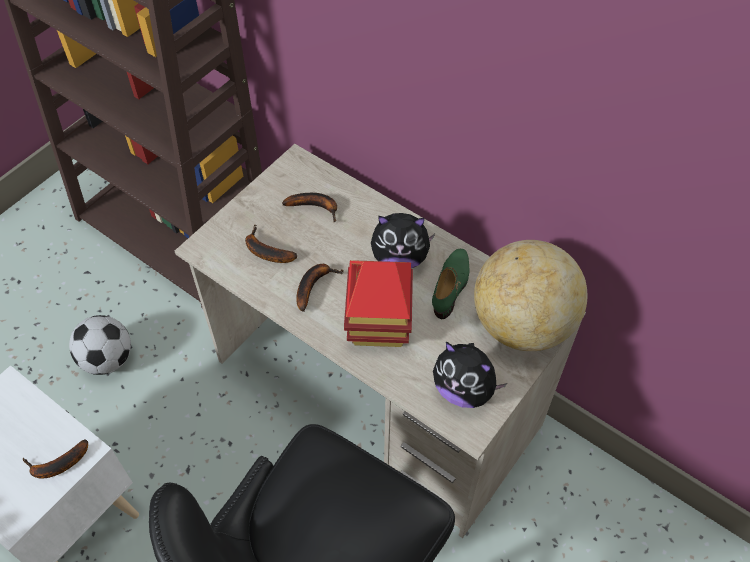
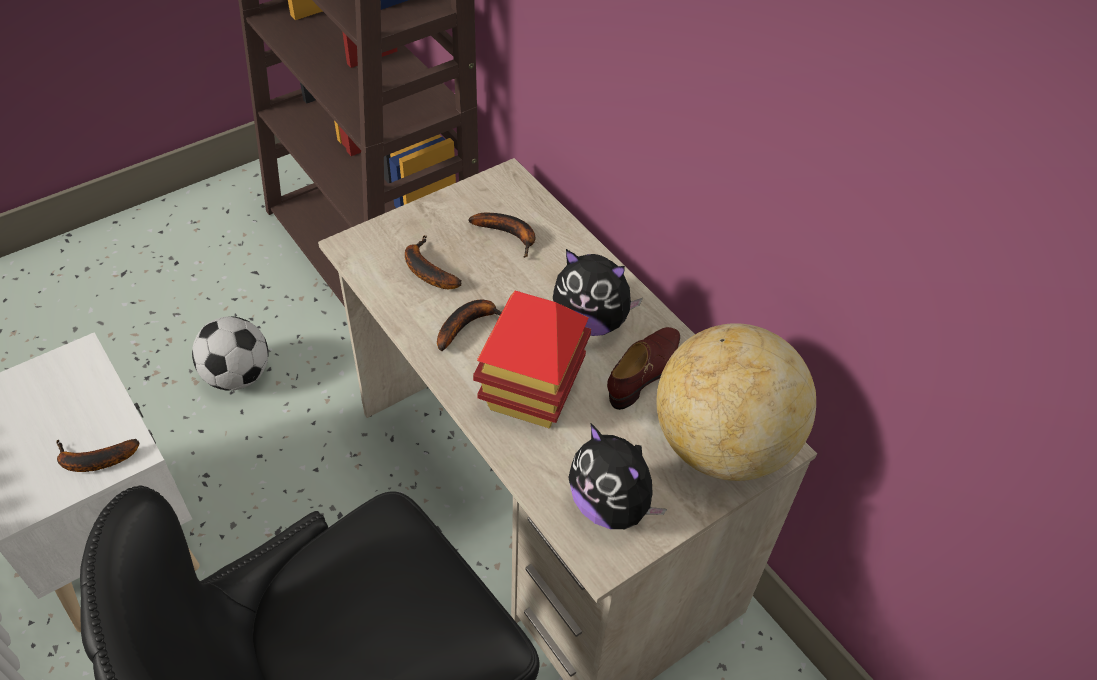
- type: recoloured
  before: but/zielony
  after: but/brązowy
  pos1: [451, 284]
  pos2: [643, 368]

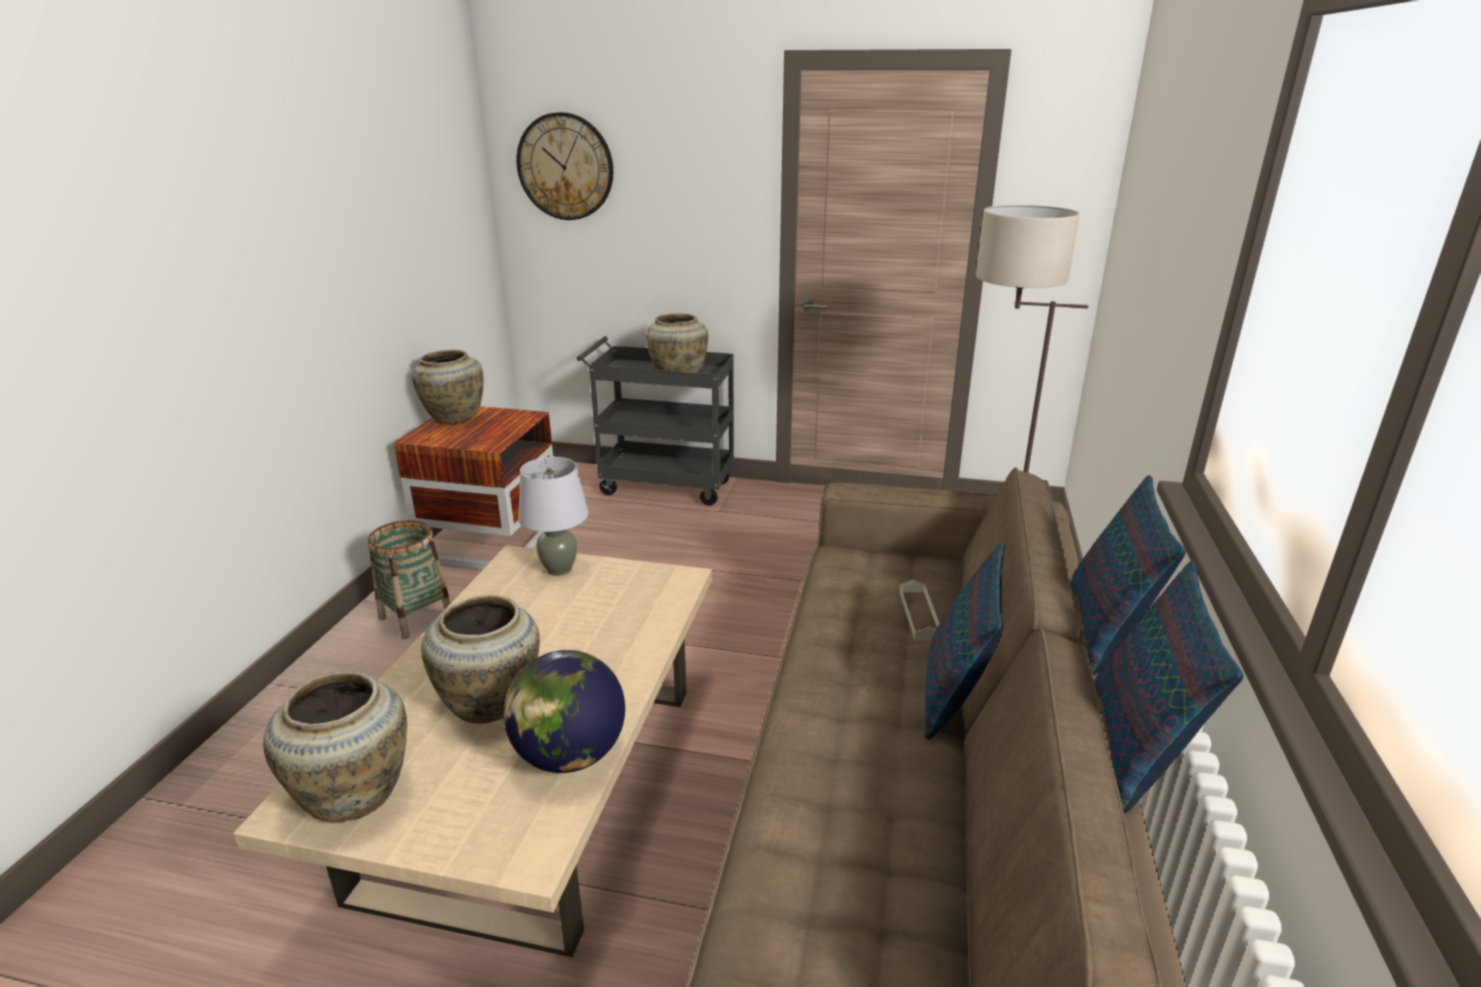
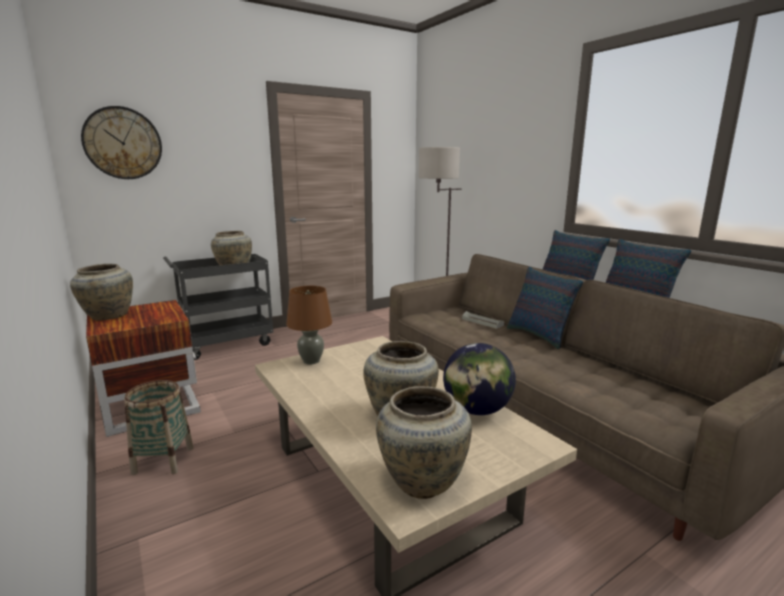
- type: recoloured
  before: lampa stołowa/szary
  after: lampa stołowa/brązowy
  pos1: [553, 516]
  pos2: [309, 325]

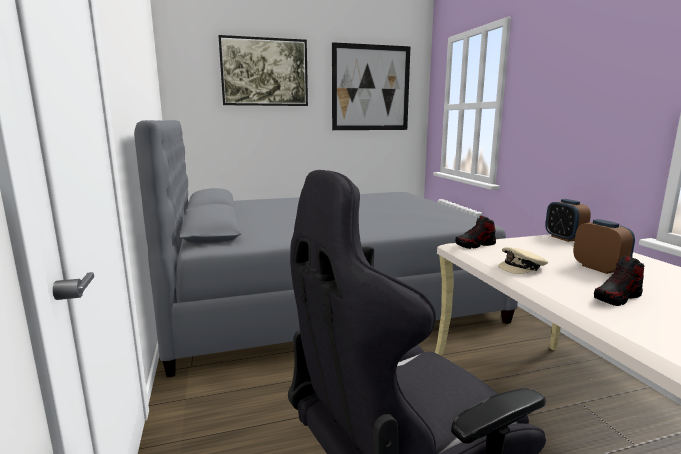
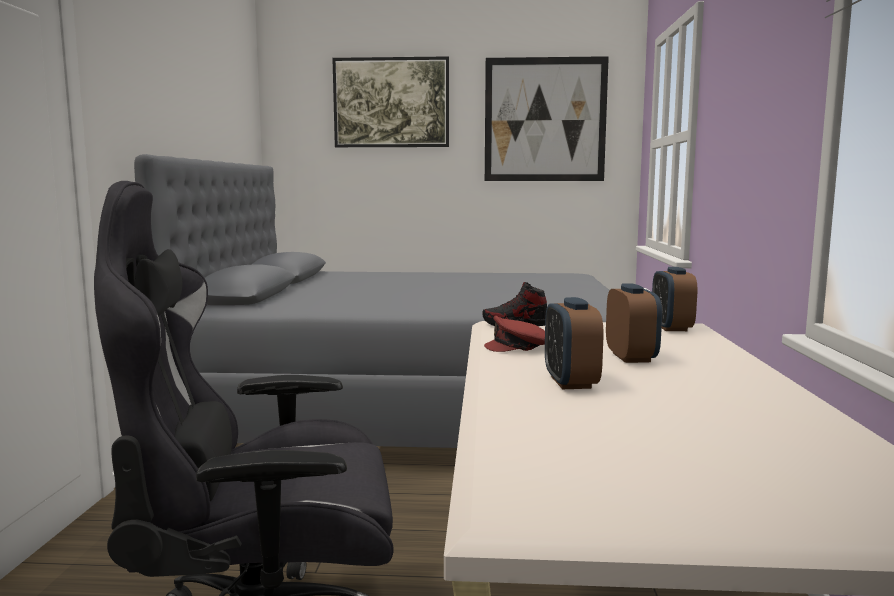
- type: replaced
  before: but
  after: budzik
  pos1: [619, 280]
  pos2: [574, 343]
- type: recoloured
  before: czapka z daszkiem/beżowy
  after: czapka z daszkiem/czerwony
  pos1: [523, 260]
  pos2: [514, 334]

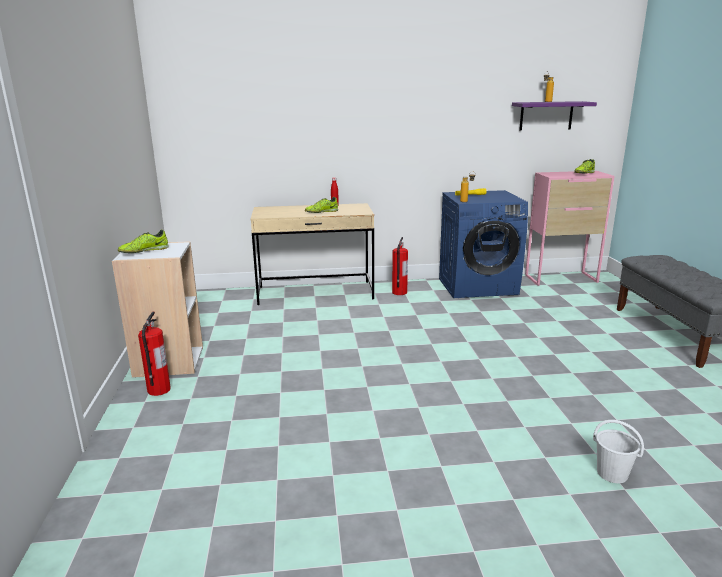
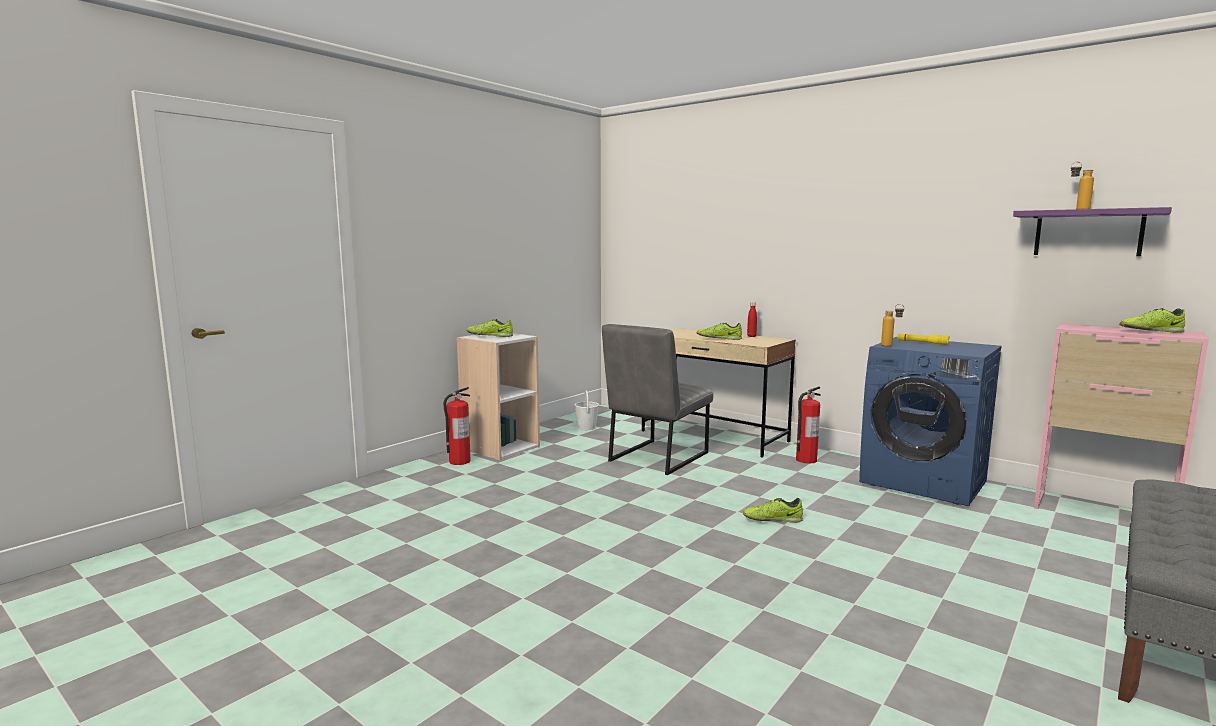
- type: added
  after: krzesło/szary
  pos2: [657, 399]
- type: added
  after: but
  pos2: [773, 510]
- type: moved
  before: wiadro/biały
  pos1: [618, 451]
  pos2: [586, 410]

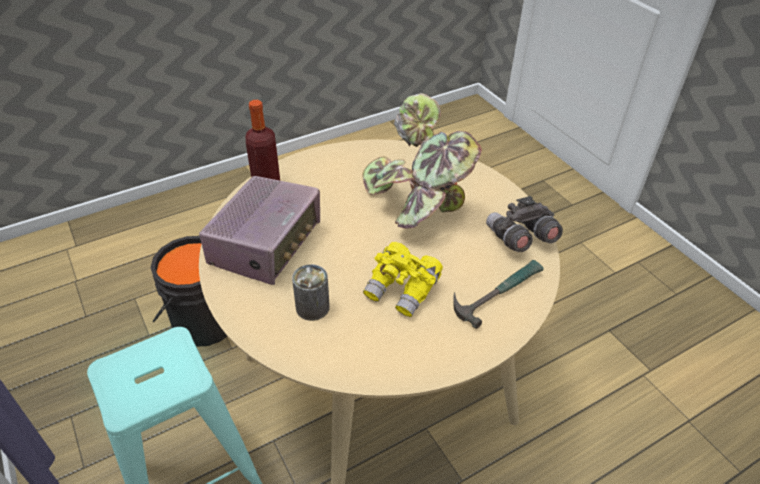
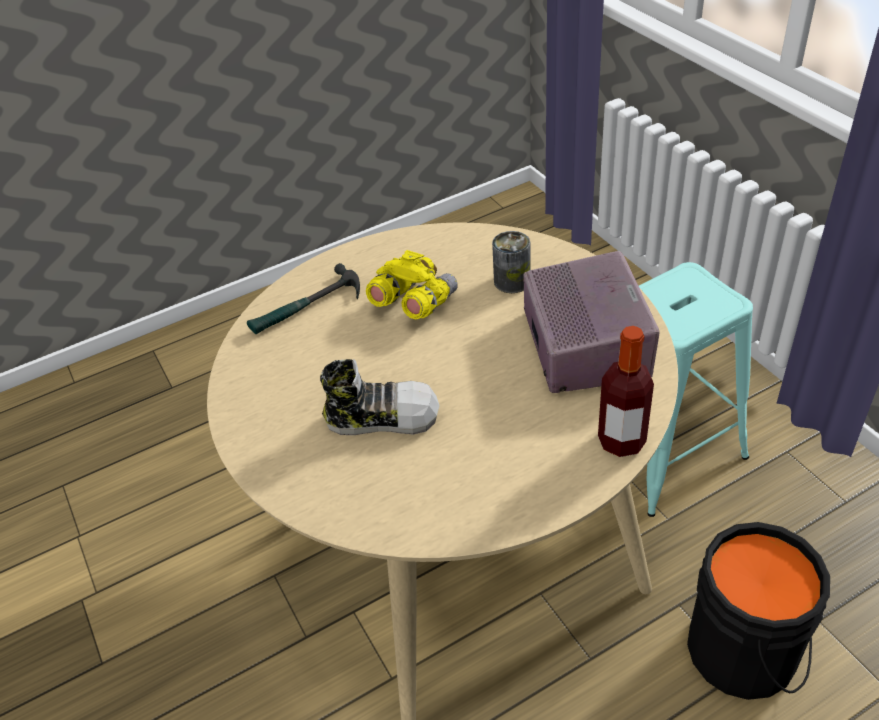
- type: removed
  before: lornetka/szary
  pos1: [524, 224]
- type: replaced
  before: roślina doniczkowa
  after: but
  pos1: [422, 161]
  pos2: [380, 397]
- type: turned
  before: radio
  pos1: [259, 230]
  pos2: [591, 322]
  turn: 150

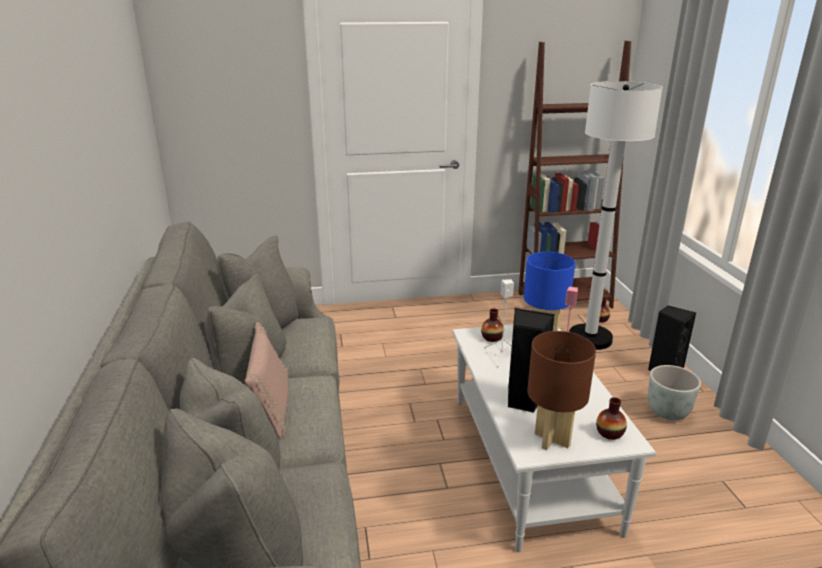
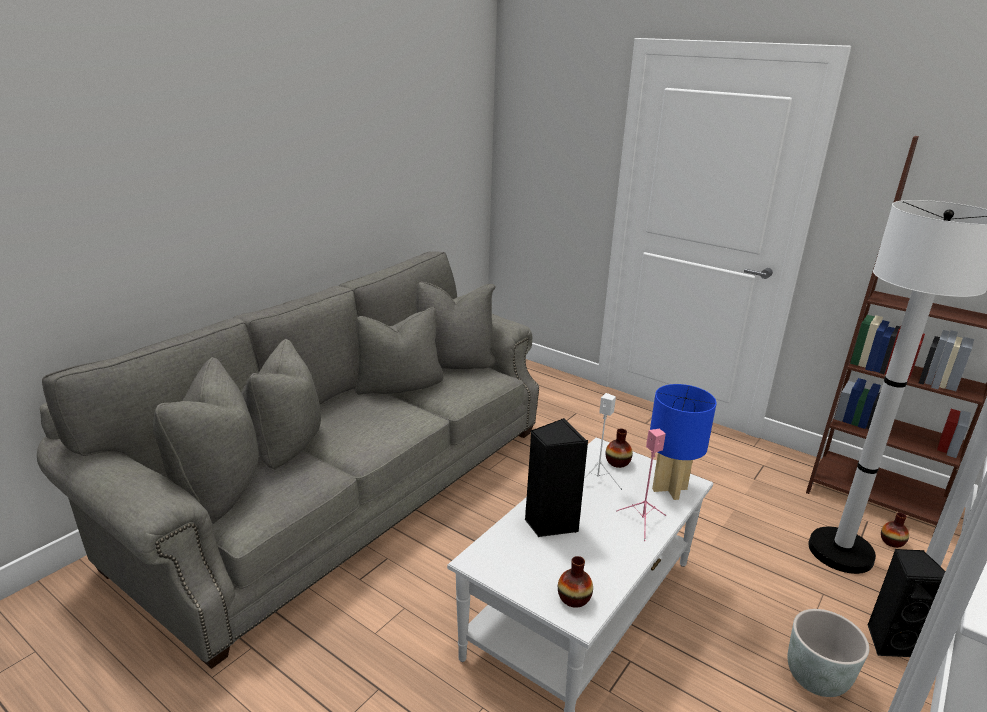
- type: removed
  before: poduszka/beżowy
  pos1: [267, 380]
- type: removed
  before: lampa stołowa/brązowy
  pos1: [561, 390]

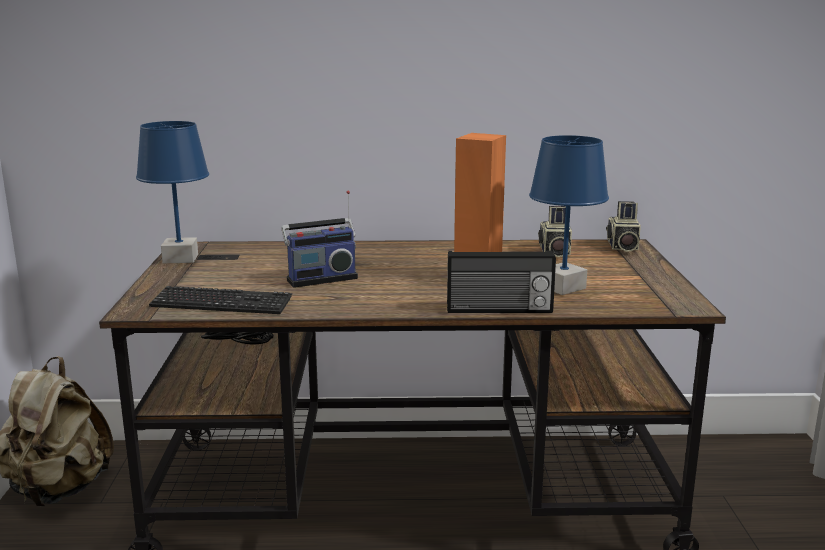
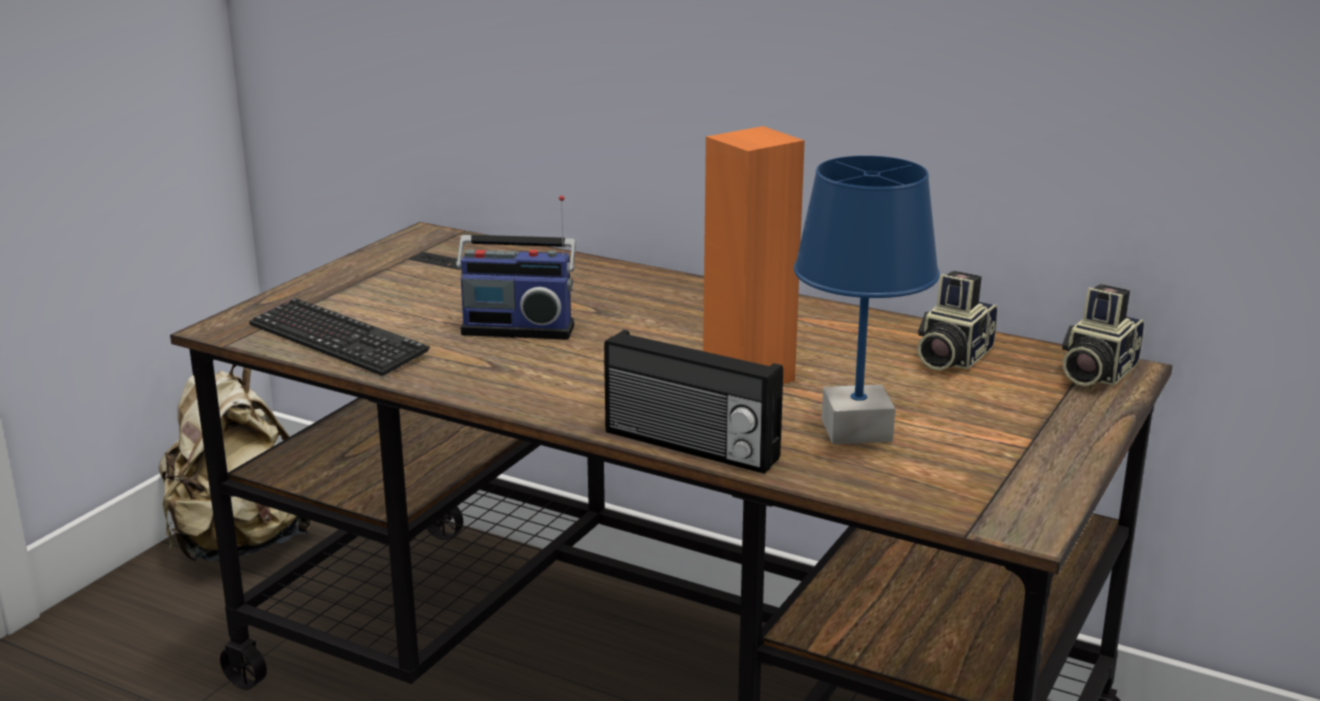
- type: removed
  before: lampa stołowa/niebieski
  pos1: [172, 192]

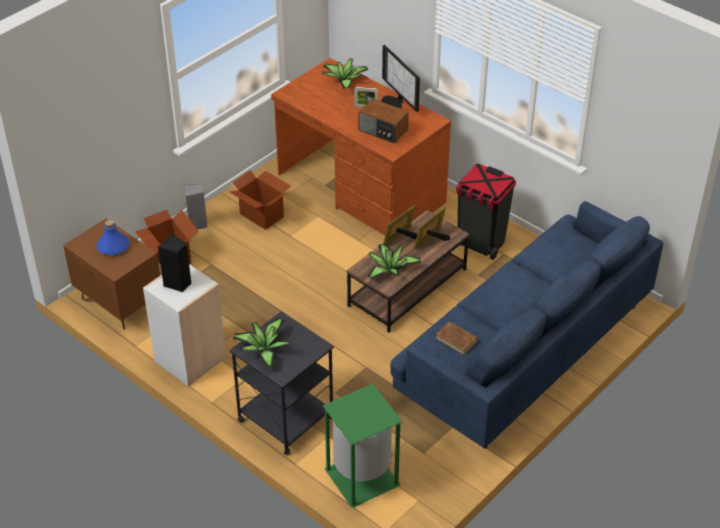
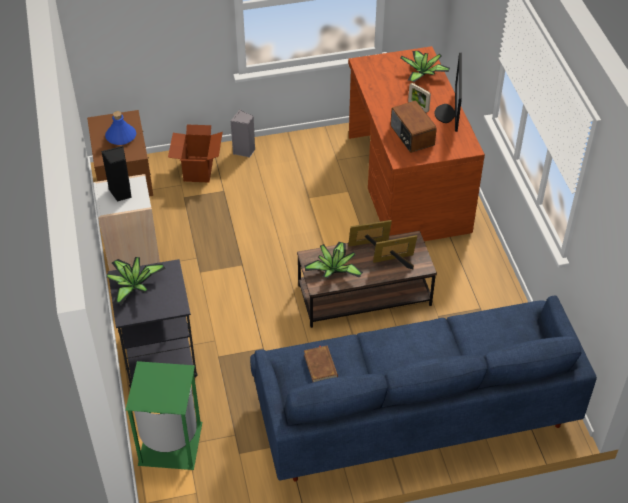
- type: removed
  before: karton
  pos1: [260, 200]
- type: removed
  before: kosz na śmieci/czarny
  pos1: [486, 212]

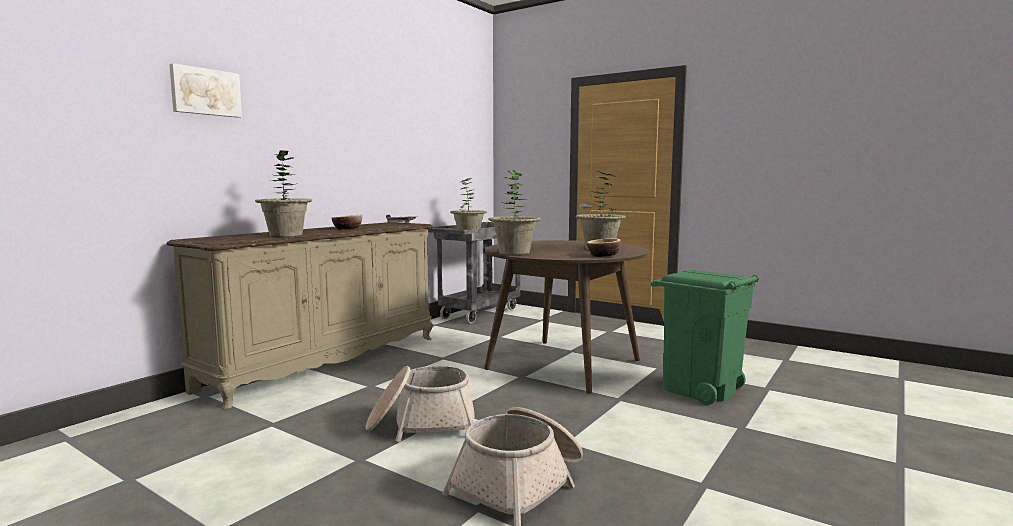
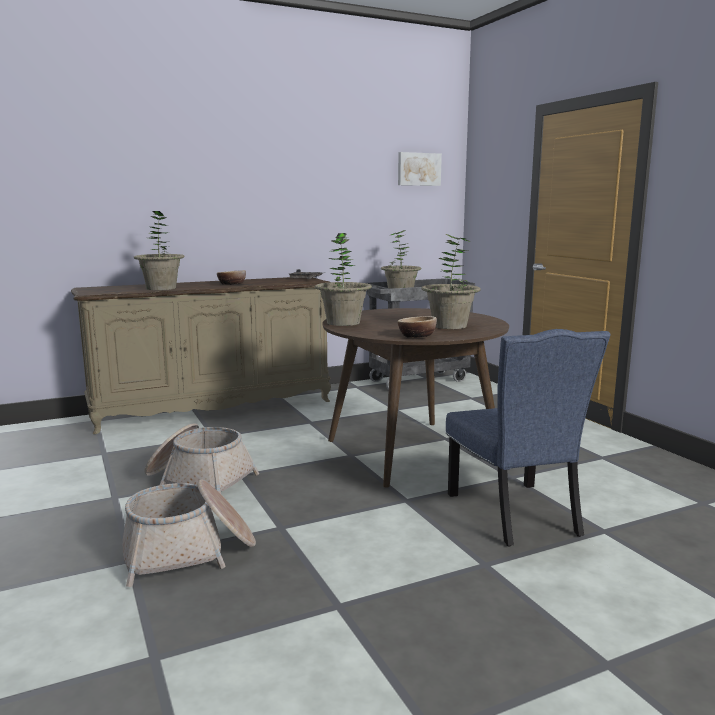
- type: moved
  before: obraz
  pos1: [205, 90]
  pos2: [420, 169]
- type: replaced
  before: kosz na śmieci/zielony
  after: krzesło/niebieski
  pos1: [705, 337]
  pos2: [527, 438]

